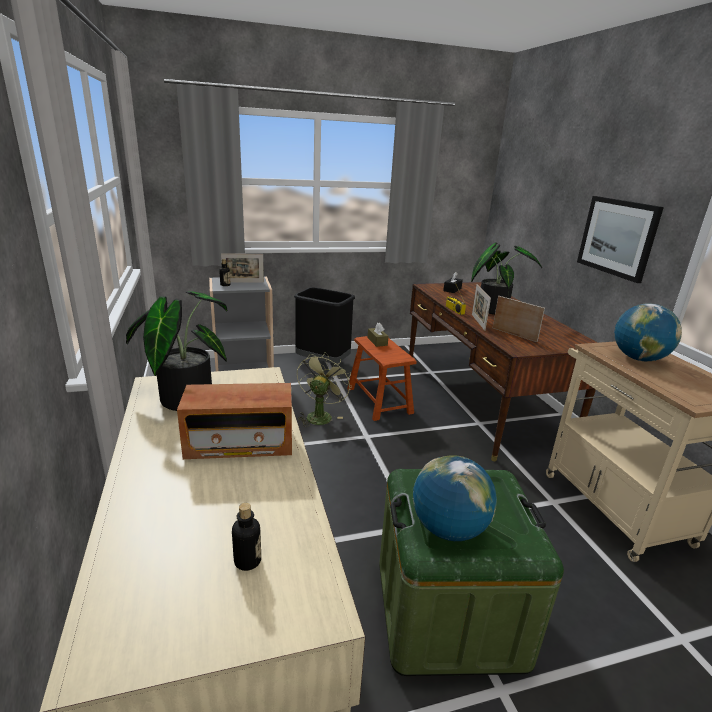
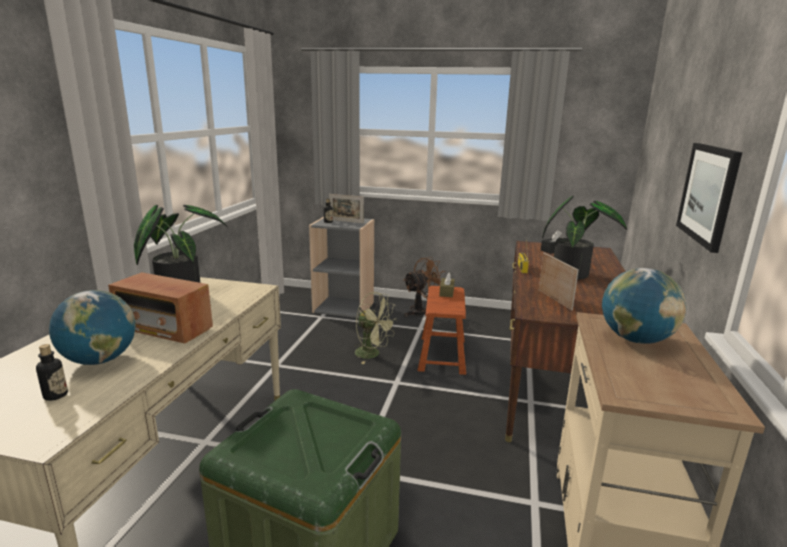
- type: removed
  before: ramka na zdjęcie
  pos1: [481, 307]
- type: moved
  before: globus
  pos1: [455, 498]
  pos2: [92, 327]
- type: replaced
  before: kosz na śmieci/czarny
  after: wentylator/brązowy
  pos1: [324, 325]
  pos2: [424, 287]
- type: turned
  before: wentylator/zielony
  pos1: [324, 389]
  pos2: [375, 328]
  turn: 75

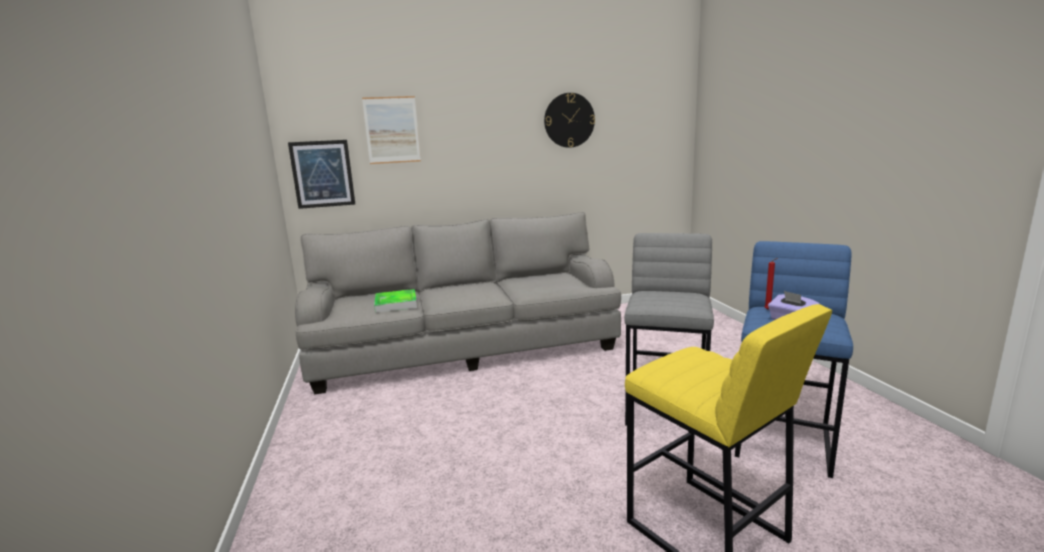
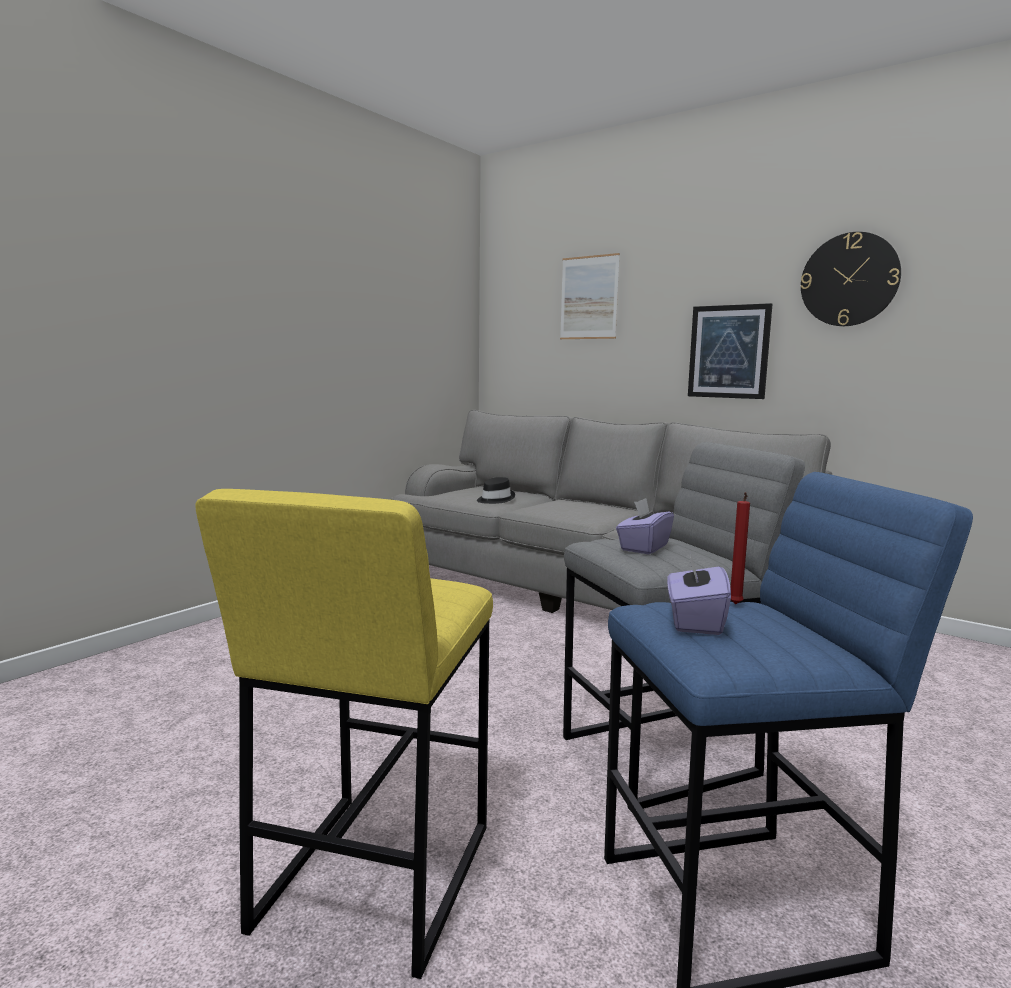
- type: added
  after: pudełko chusteczek/fioletowy
  pos2: [645, 526]
- type: moved
  before: obraz
  pos1: [321, 174]
  pos2: [730, 351]
- type: replaced
  before: taca
  after: kapelusz/czarny
  pos1: [395, 301]
  pos2: [496, 490]

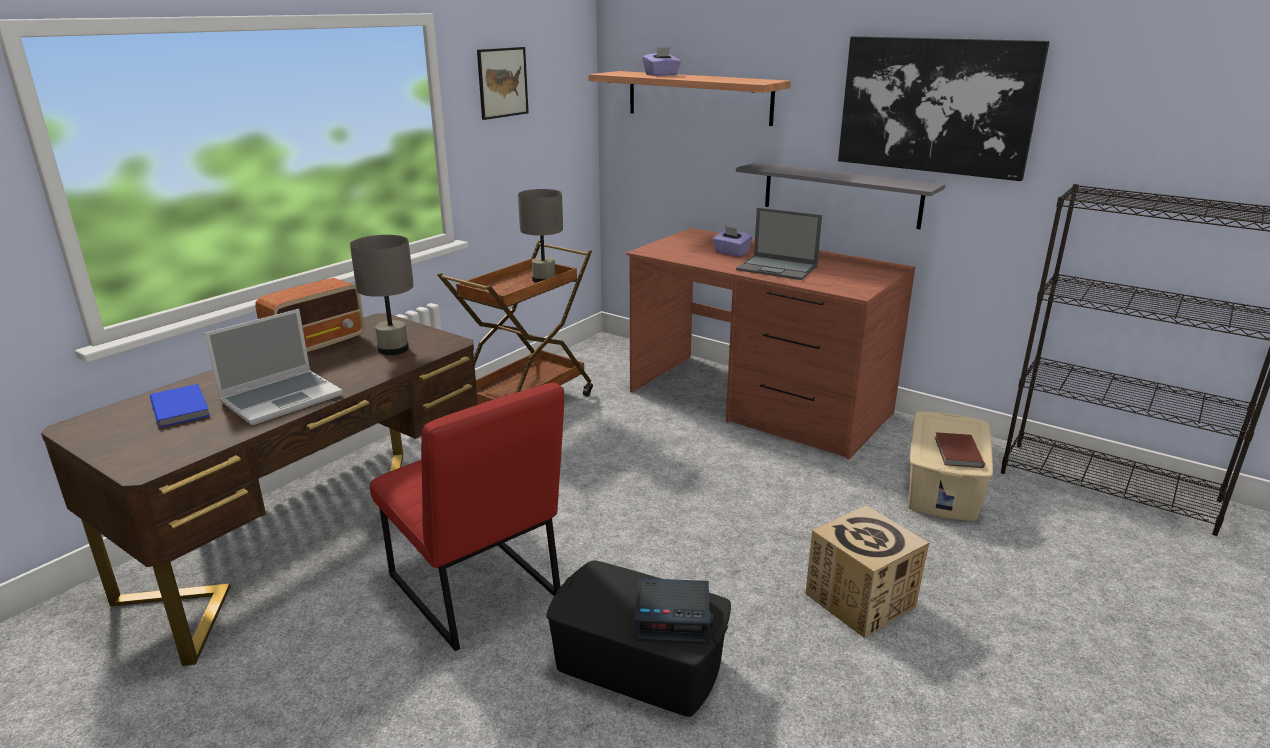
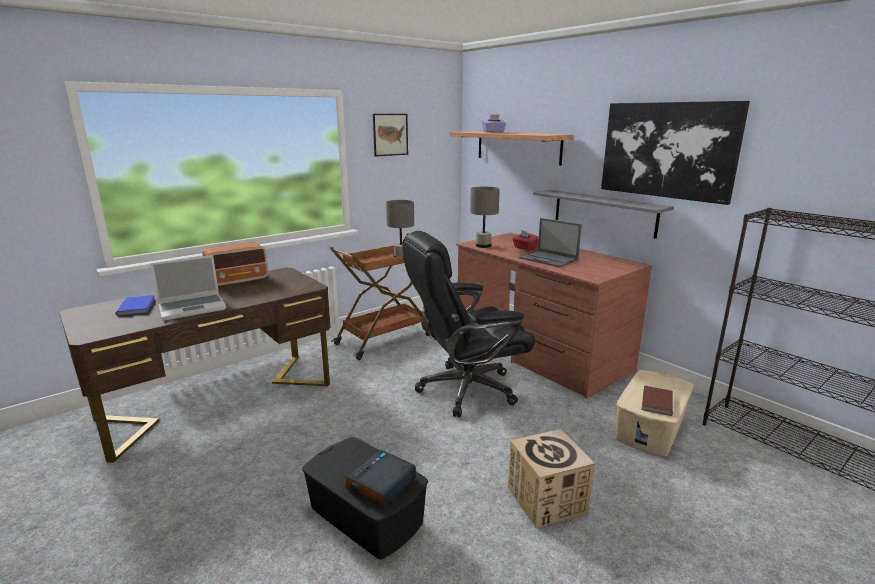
- type: removed
  before: krzesło/czerwony
  pos1: [467, 517]
- type: added
  after: krzesło biurowe/czarny
  pos2: [468, 324]
- type: moved
  before: lampa stołowa/szary
  pos1: [382, 295]
  pos2: [485, 217]
- type: recoloured
  before: pudełko chusteczek/fioletowy
  after: pudełko chusteczek/czerwony
  pos1: [732, 241]
  pos2: [525, 240]
- type: turned
  before: budzik
  pos1: [673, 611]
  pos2: [380, 479]
  turn: 105

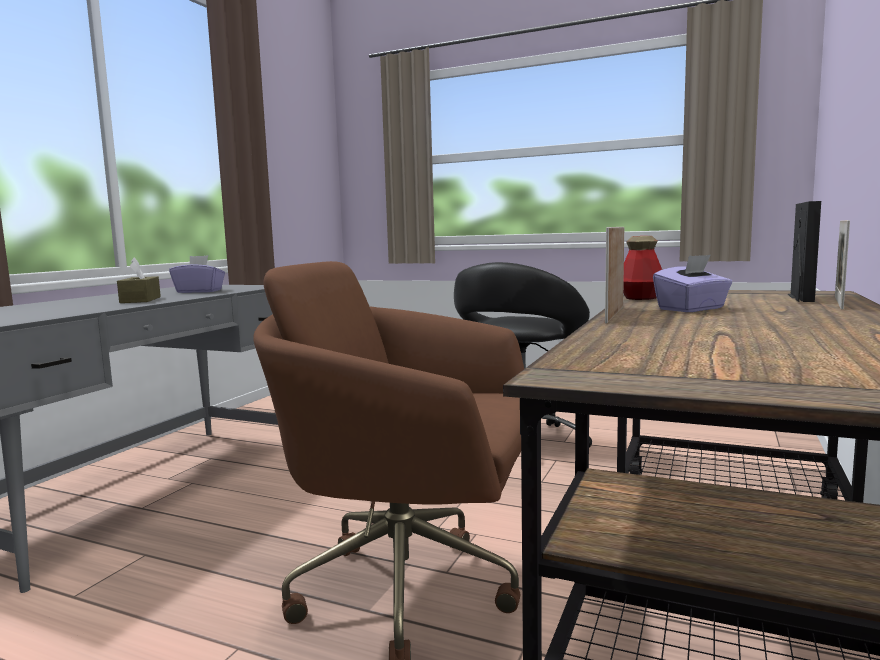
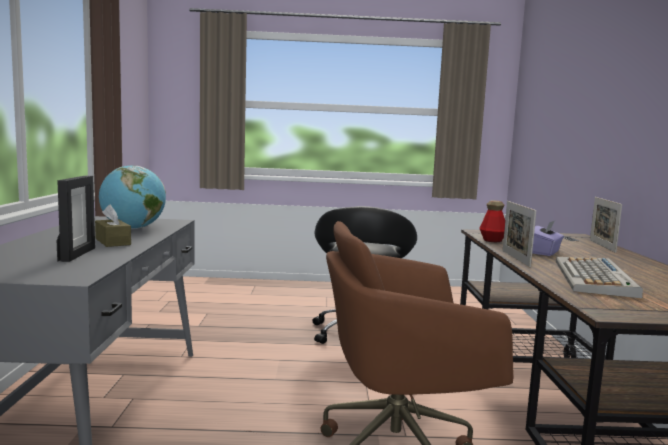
- type: added
  after: klawiatura
  pos2: [599, 277]
- type: moved
  before: ramka na zdjęcie
  pos1: [806, 251]
  pos2: [76, 219]
- type: replaced
  before: pudełko chusteczek/fioletowy
  after: globus
  pos1: [197, 274]
  pos2: [132, 197]

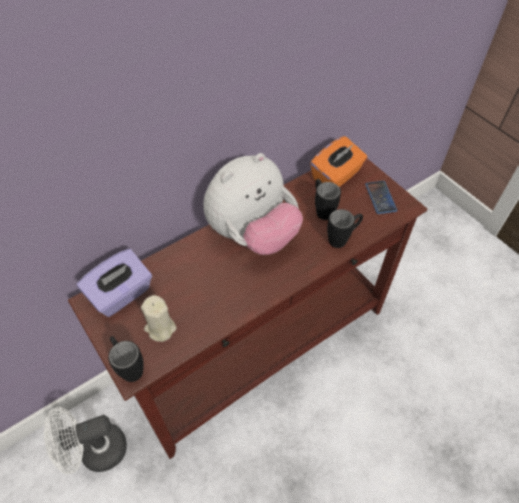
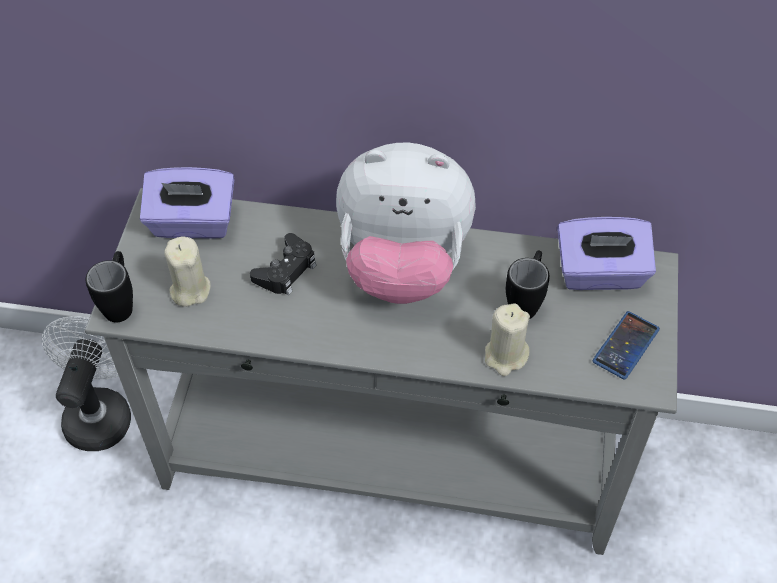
- type: added
  after: pad do gier/czarny
  pos2: [283, 264]
- type: replaced
  before: kubek/czarny
  after: świeca/beżowy
  pos1: [345, 228]
  pos2: [507, 339]
- type: recoloured
  before: stolik konsolowy/brązowy
  after: stolik konsolowy/szary
  pos1: [247, 309]
  pos2: [381, 371]
- type: recoloured
  before: pudełko chusteczek/pomarańczowy
  after: pudełko chusteczek/fioletowy
  pos1: [338, 161]
  pos2: [606, 253]
- type: turned
  before: wentylator/biały
  pos1: [85, 440]
  pos2: [86, 383]
  turn: 75

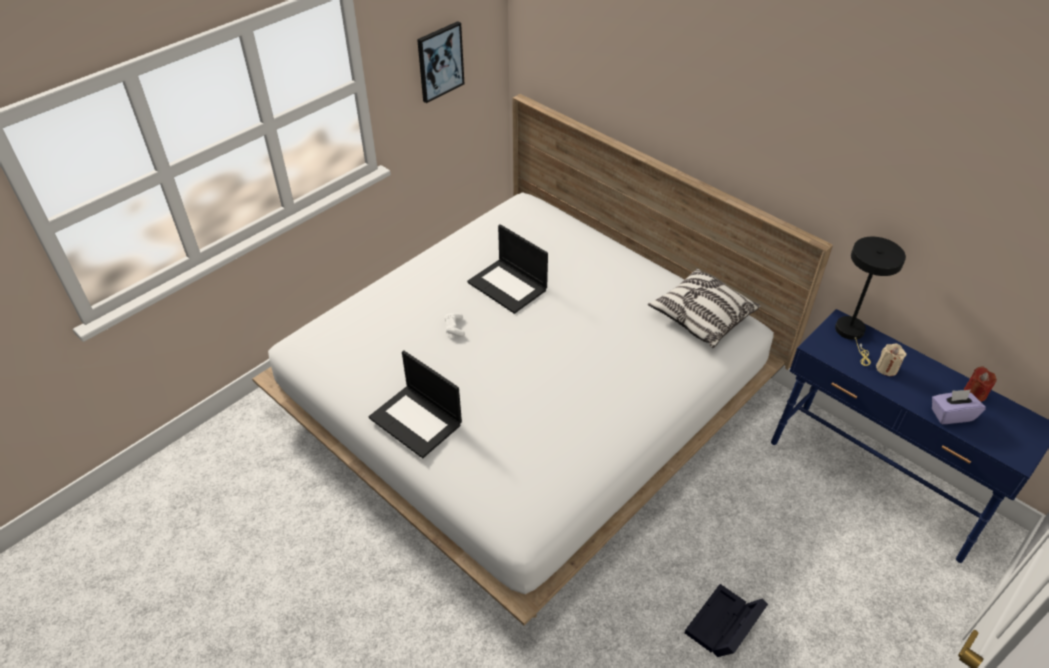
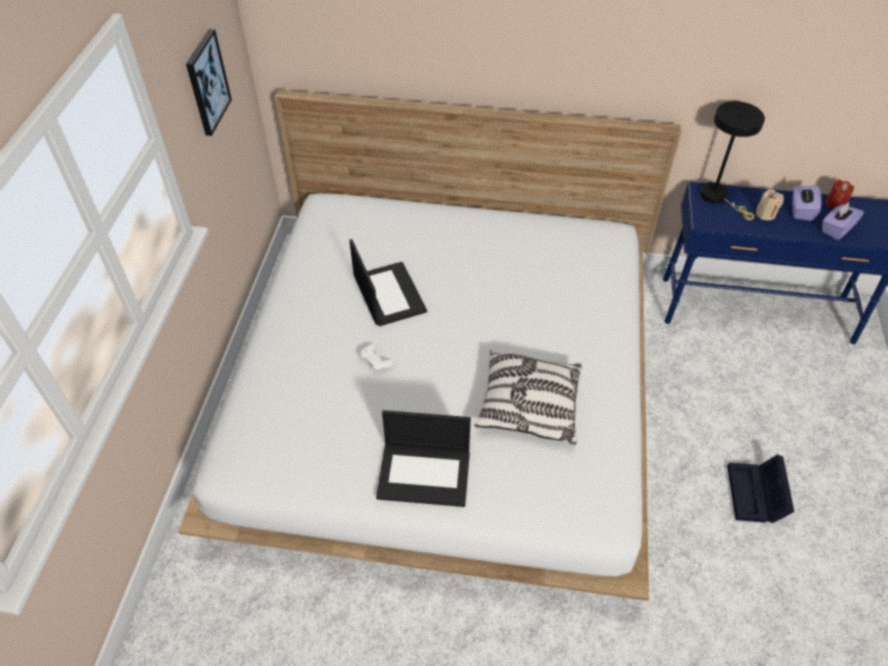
- type: added
  after: pudełko chusteczek/fioletowy
  pos2: [807, 202]
- type: moved
  before: poduszka
  pos1: [704, 308]
  pos2: [528, 398]
- type: turned
  before: laptop
  pos1: [507, 269]
  pos2: [388, 282]
  turn: -120

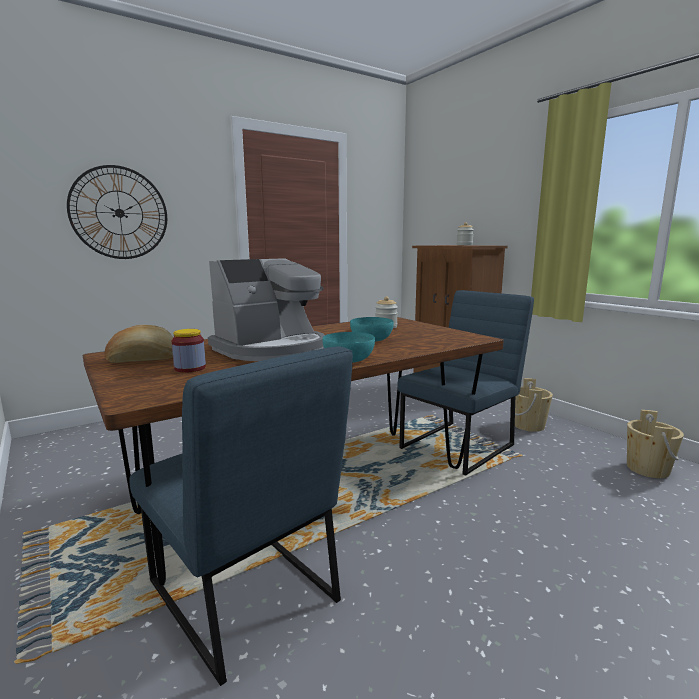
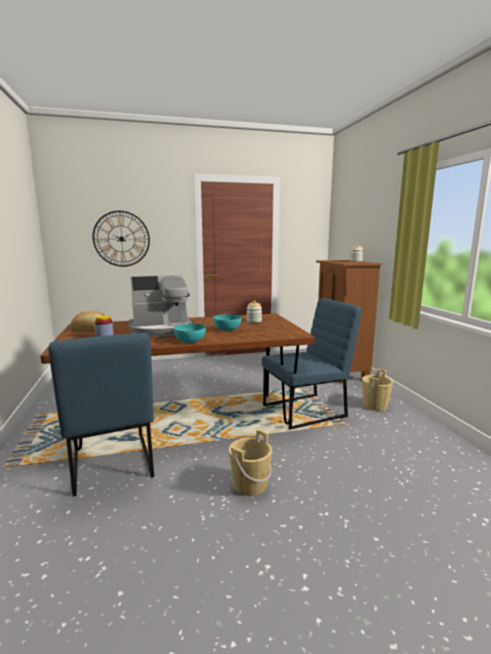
- type: moved
  before: wiadro/beżowy
  pos1: [655, 444]
  pos2: [250, 462]

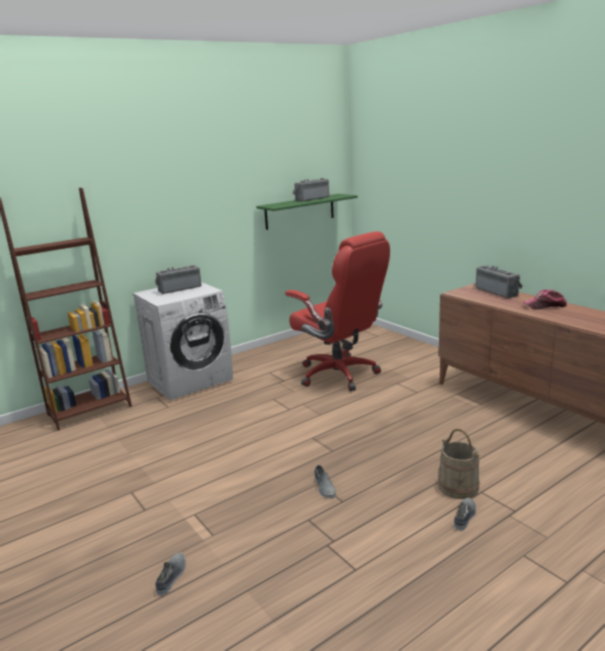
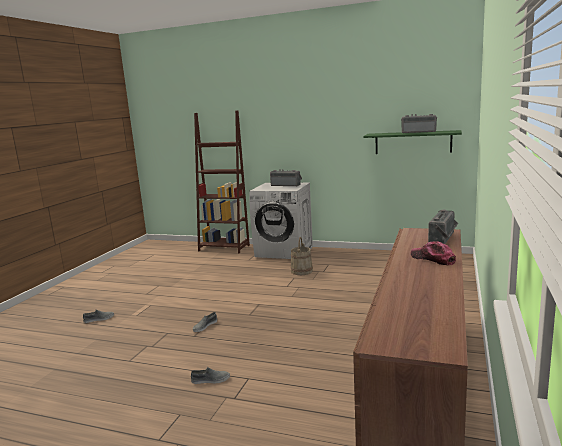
- type: removed
  before: krzesło biurowe/czerwony
  pos1: [337, 311]
- type: moved
  before: wiadro/beżowy
  pos1: [459, 464]
  pos2: [302, 256]

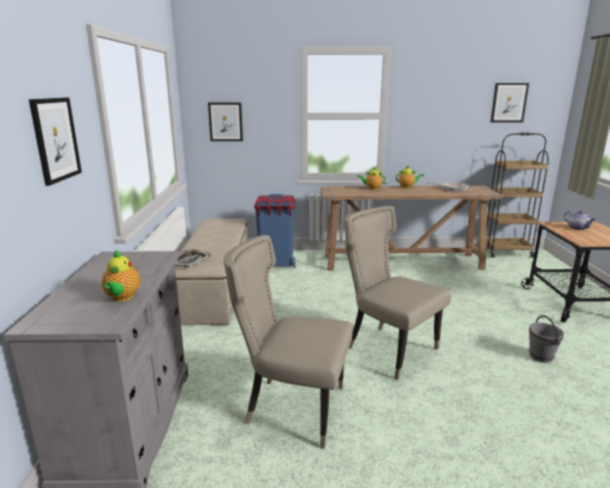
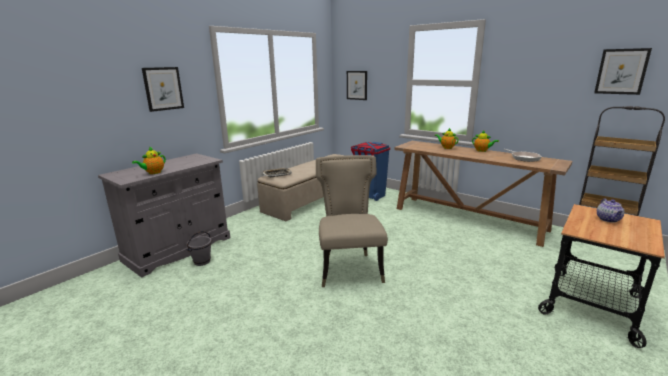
- type: removed
  before: krzesło/beżowy
  pos1: [288, 342]
- type: moved
  before: wiadro/szary
  pos1: [546, 339]
  pos2: [199, 248]

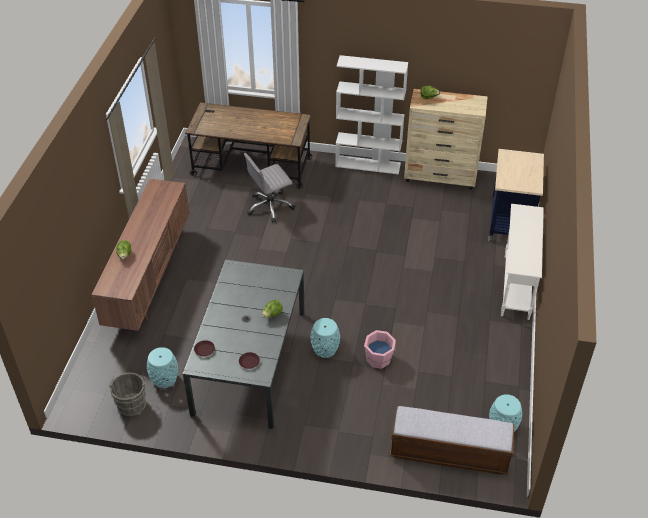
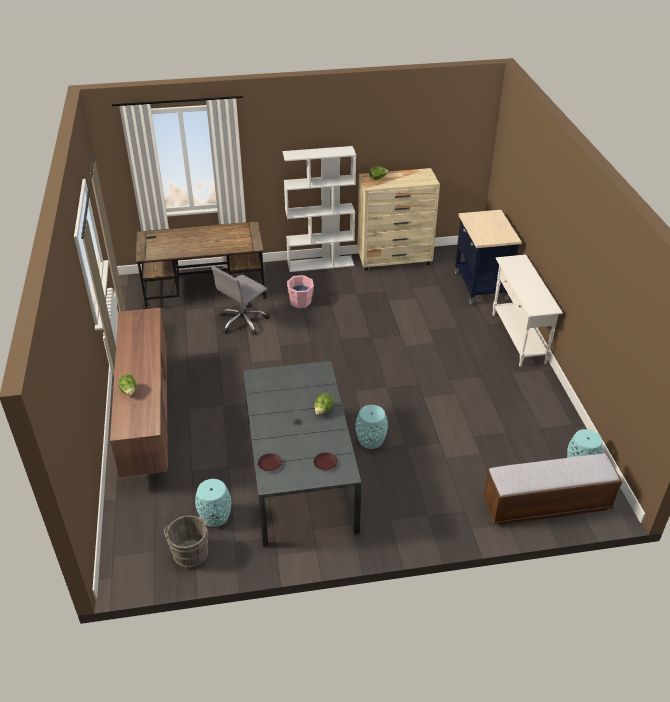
- type: moved
  before: wiadro/różowy
  pos1: [380, 349]
  pos2: [300, 291]

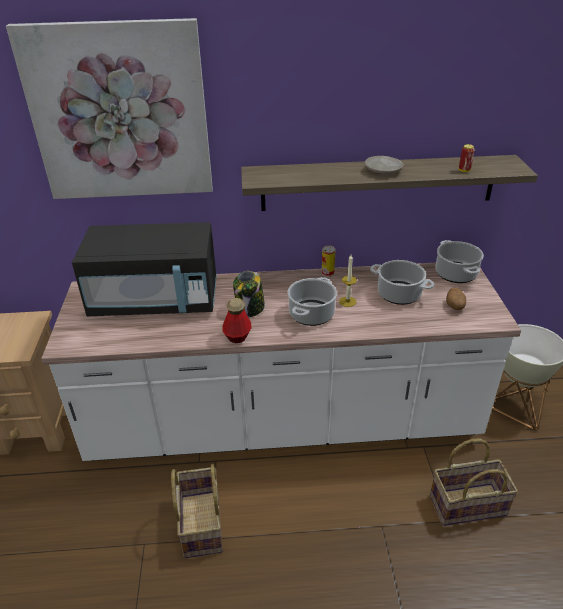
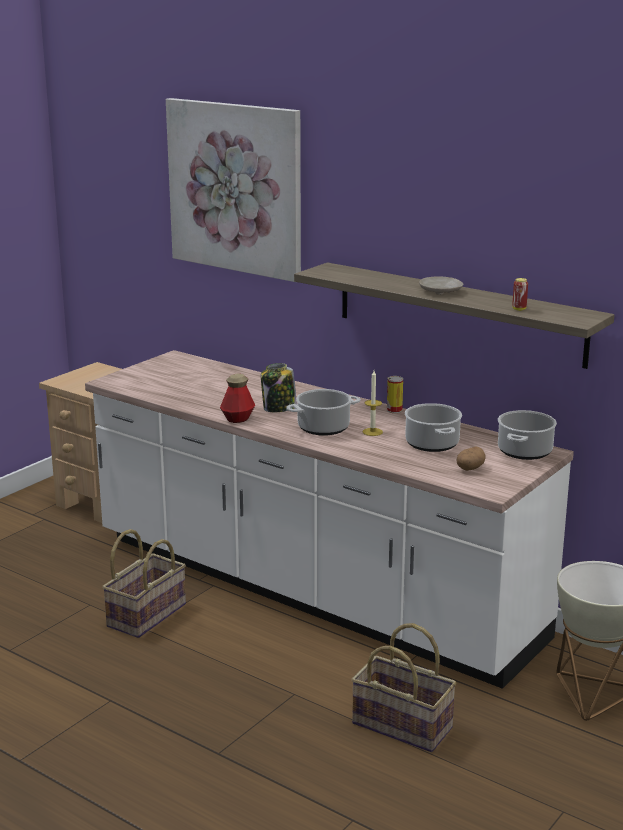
- type: removed
  before: mikrofalówka/czarny
  pos1: [144, 269]

